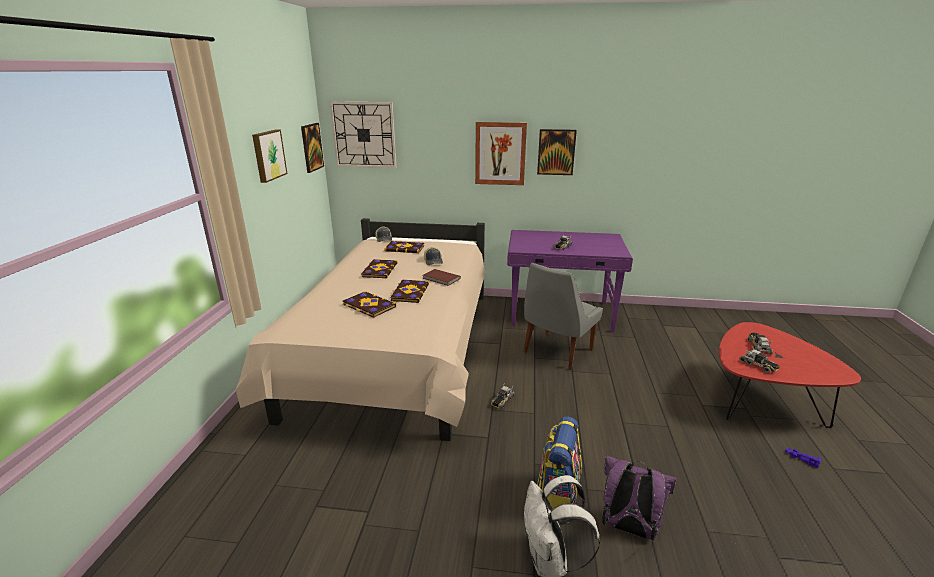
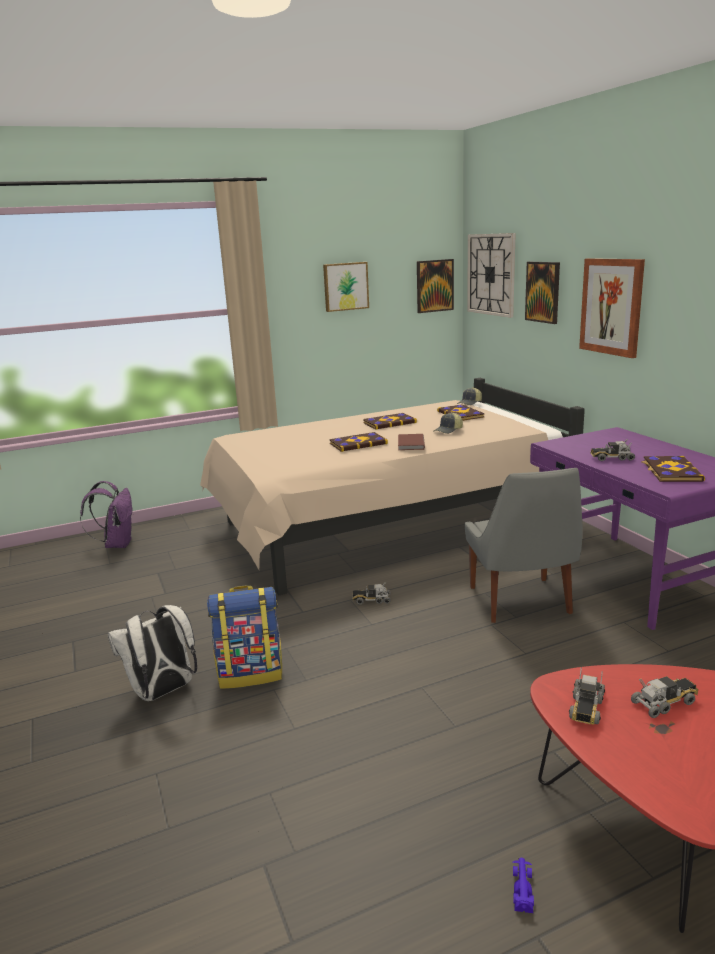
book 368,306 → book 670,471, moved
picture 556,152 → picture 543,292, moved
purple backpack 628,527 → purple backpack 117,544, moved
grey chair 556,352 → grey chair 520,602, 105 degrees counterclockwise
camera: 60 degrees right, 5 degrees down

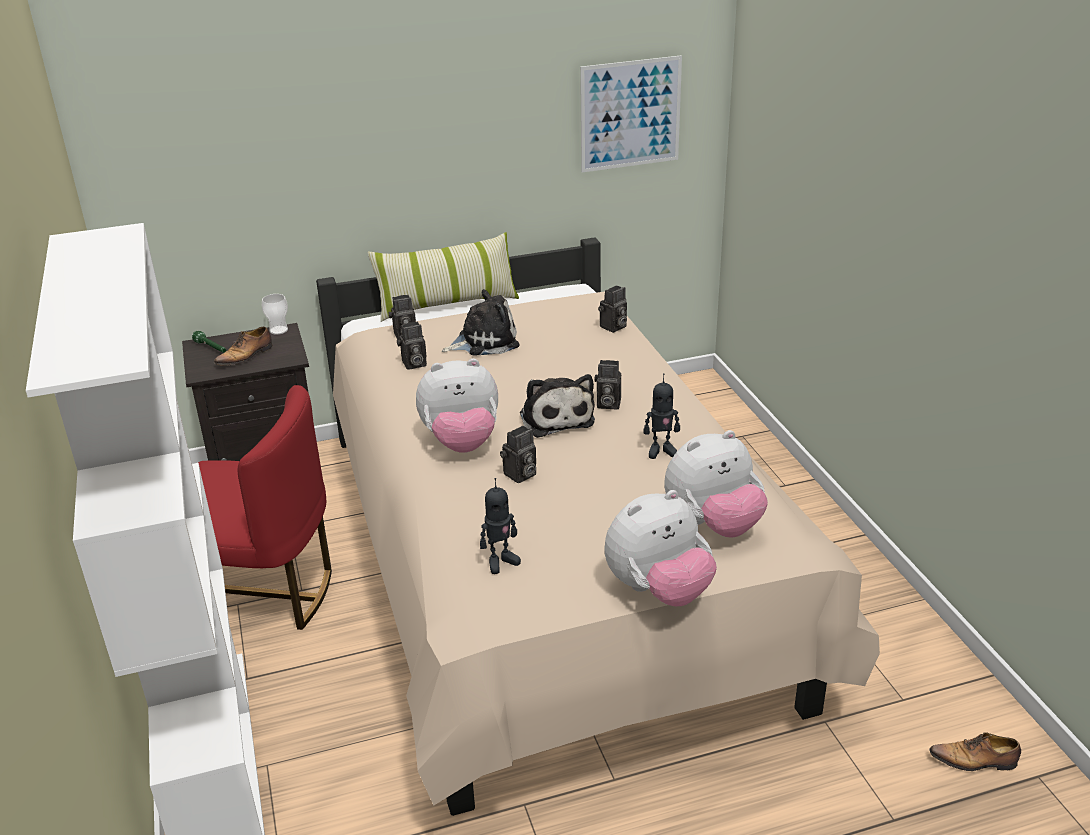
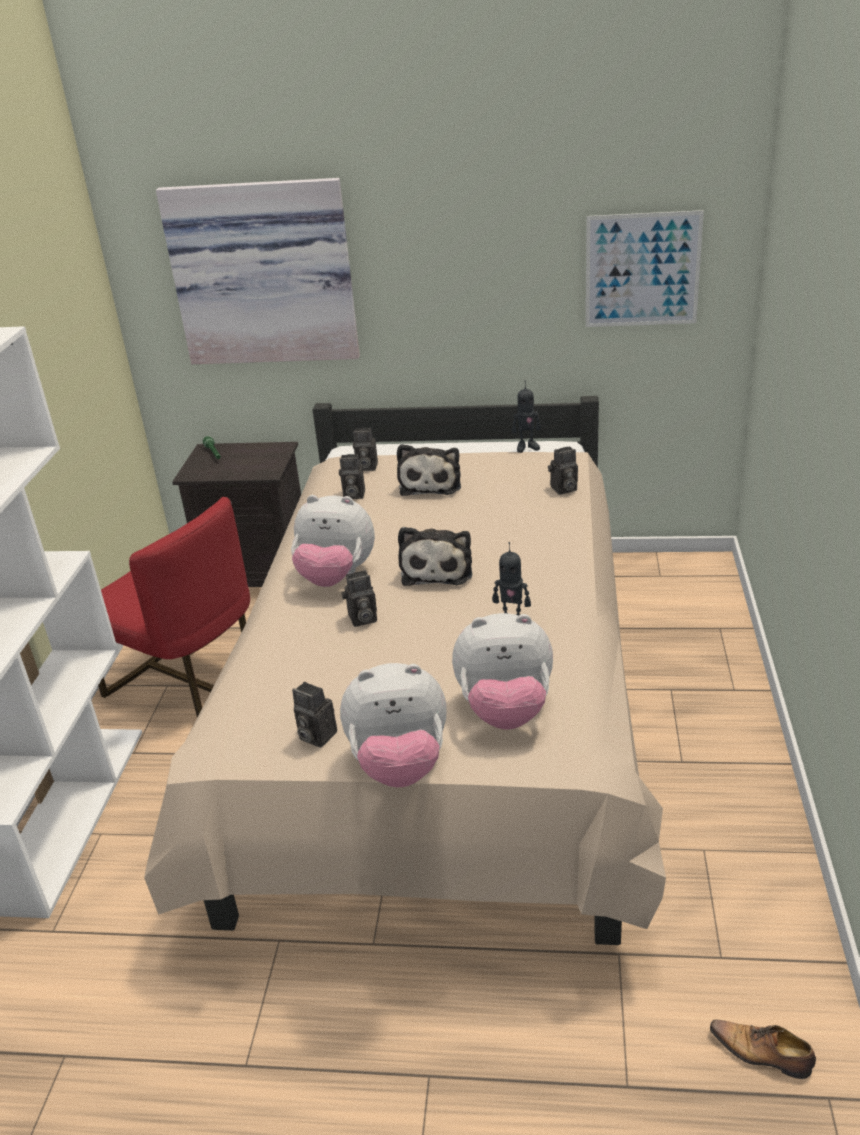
shoe 246,356 → -
cup 278,330 → -
pillow 447,303 → -
- → picture 264,272
toy robot 501,562 → toy robot 526,447, moved
photo camera 607,404 → photo camera 315,736, moved
plush toy 484,341 → plush toy 431,483, 90 degrees clockwise
camera: 25 degrees right, 0 degrees up

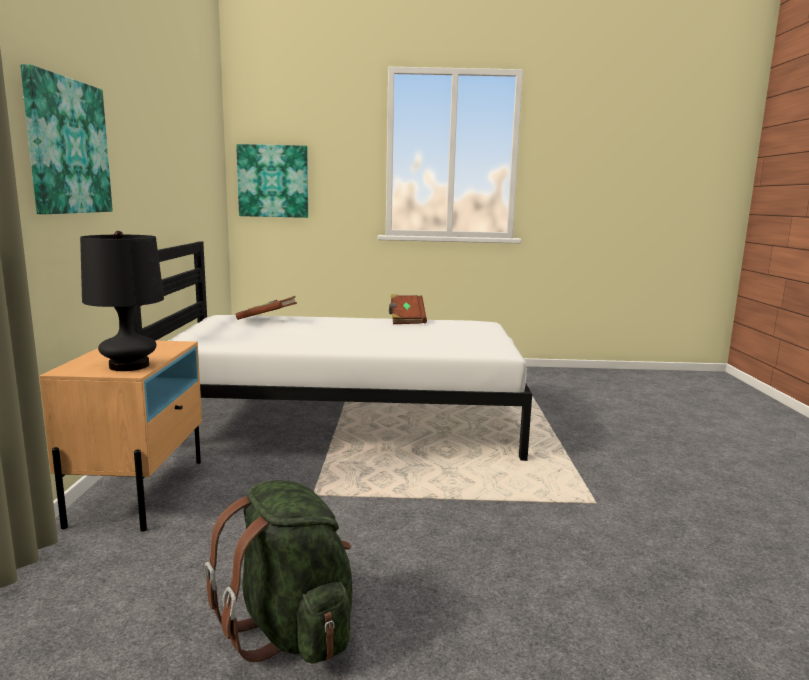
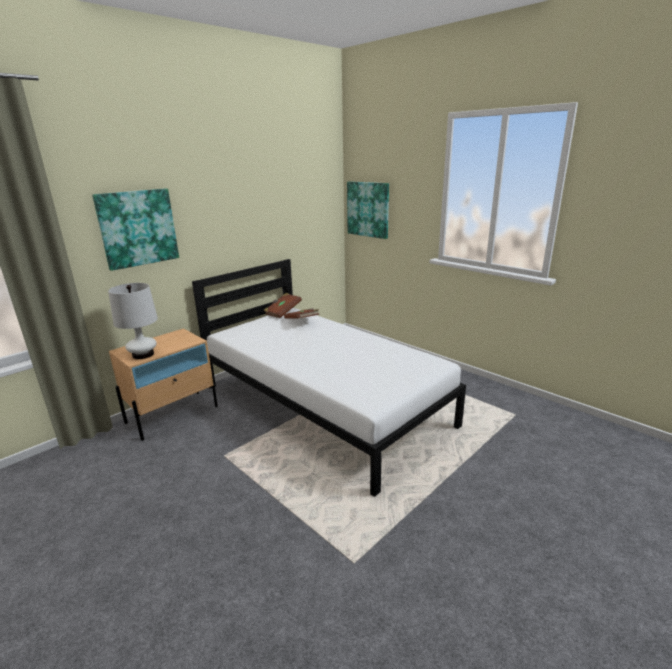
green backpack 291,629 → -
brown book 406,320 → brown book 282,312, moved
black table lamp 129,366 → white table lamp 143,354
camera: 45 degrees right, 10 degrees up

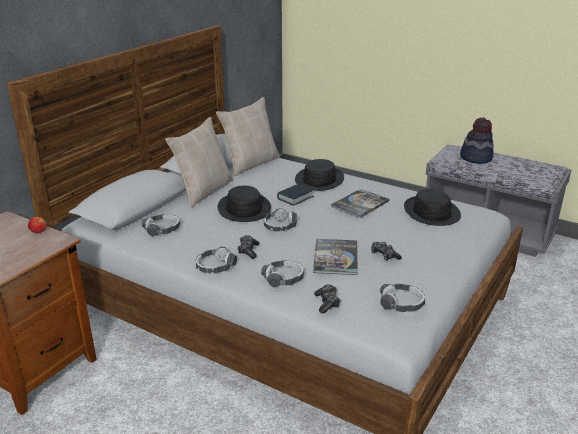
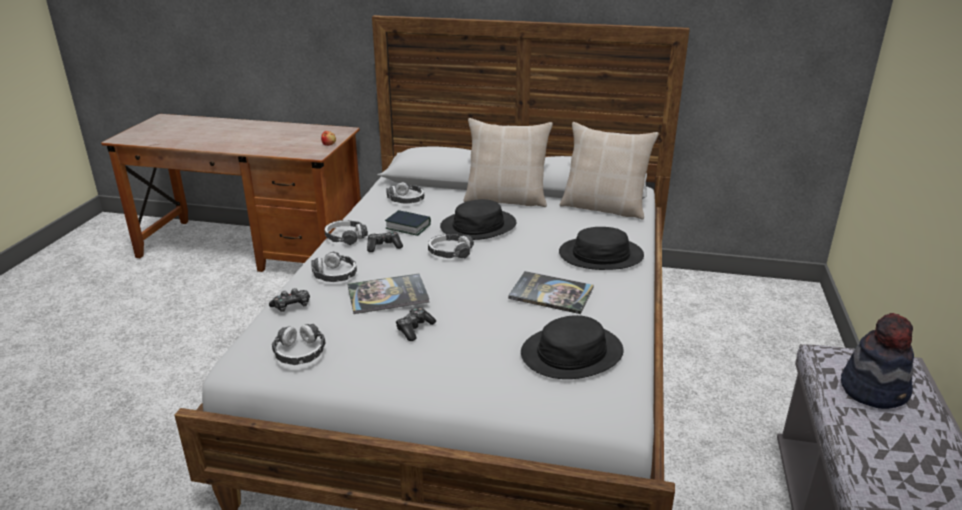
book 295,198 → book 408,227, moved
camera: 70 degrees right, 0 degrees up

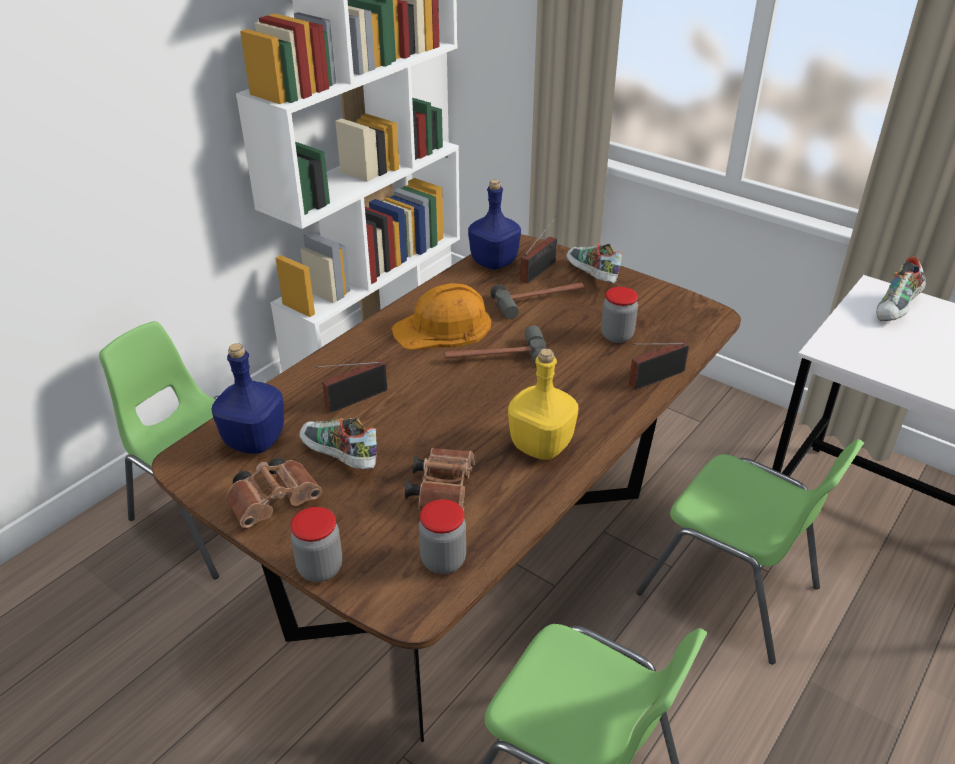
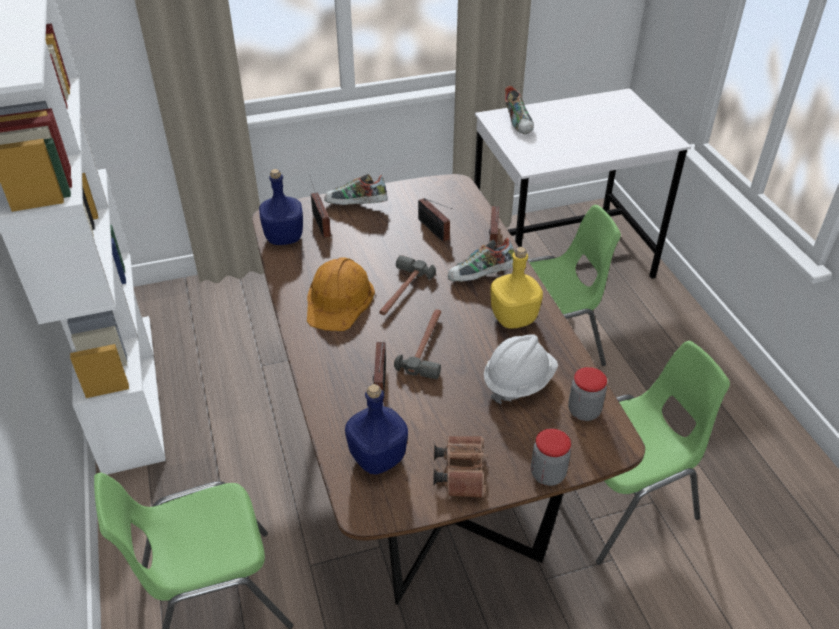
shoe 338,458 → shoe 481,277, moved
hammer 540,301 → hammer 427,346, moved
brown binoculars 443,490 → white hard hat 518,381
jar 617,336 → radio 434,230
camera: 55 degrees left, 5 degrees up

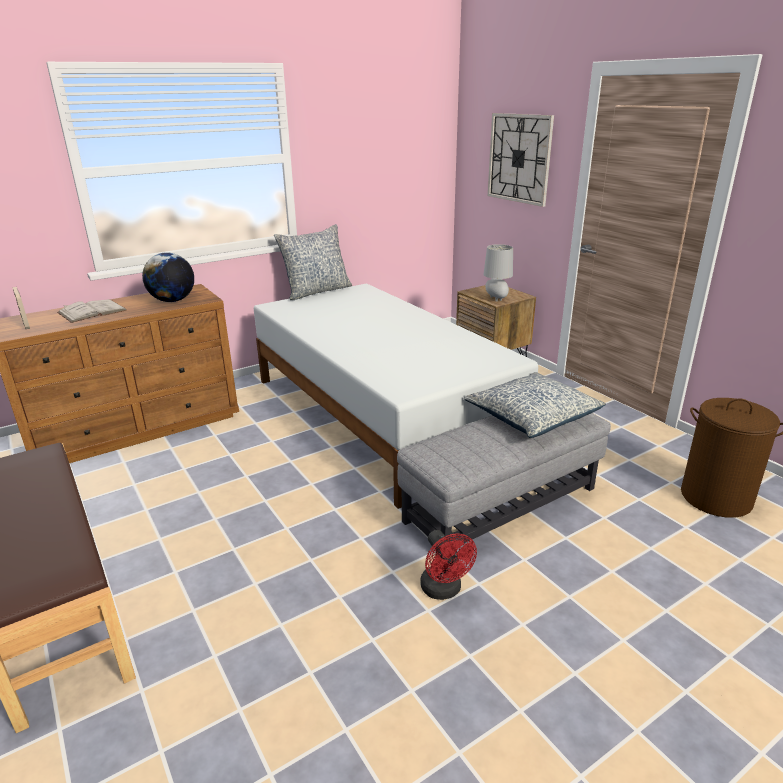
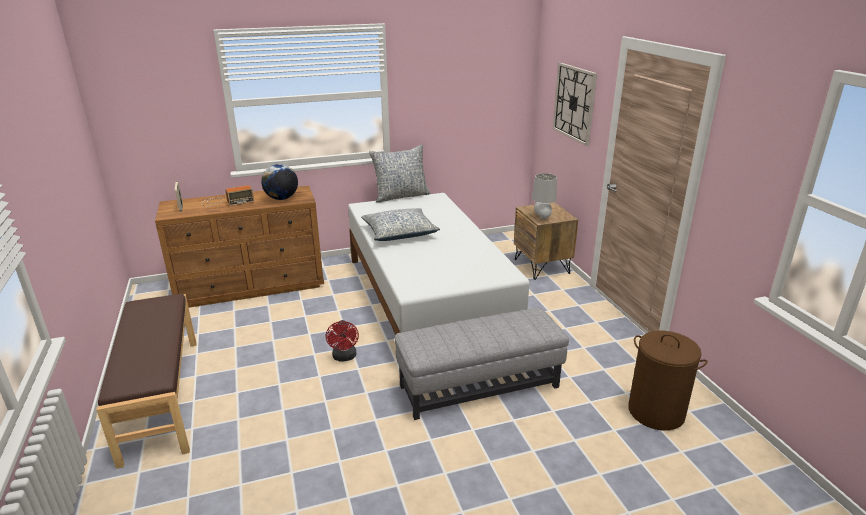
red fan 444,590 → red fan 344,357, moved
pillow 532,416 → pillow 399,233, moved
white book 92,311 → radio 226,201
camera: 15 degrees right, 0 degrees up

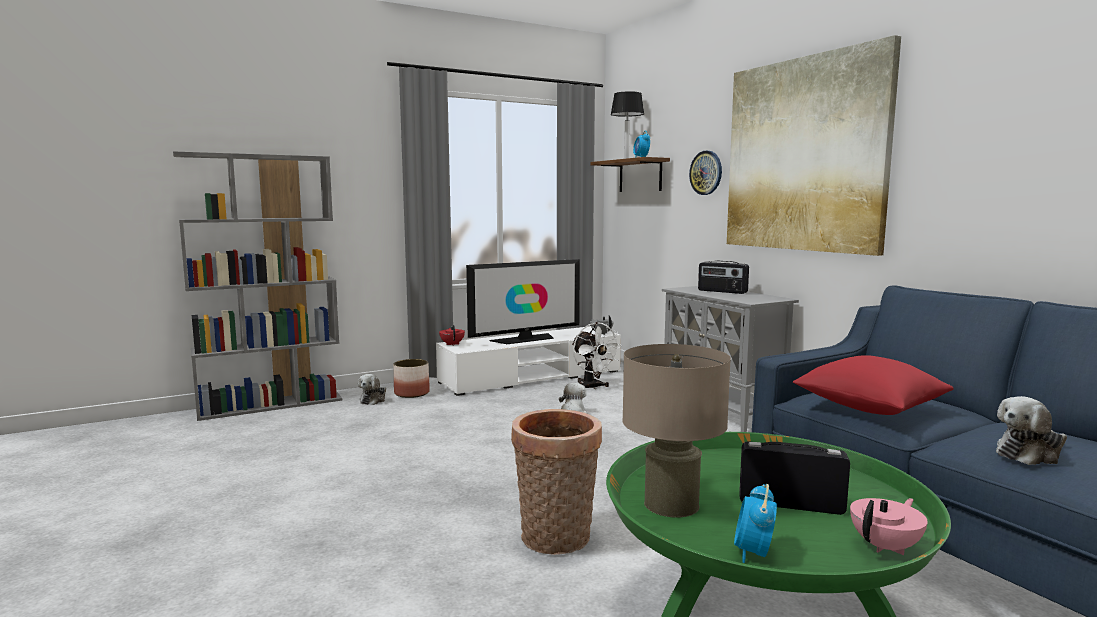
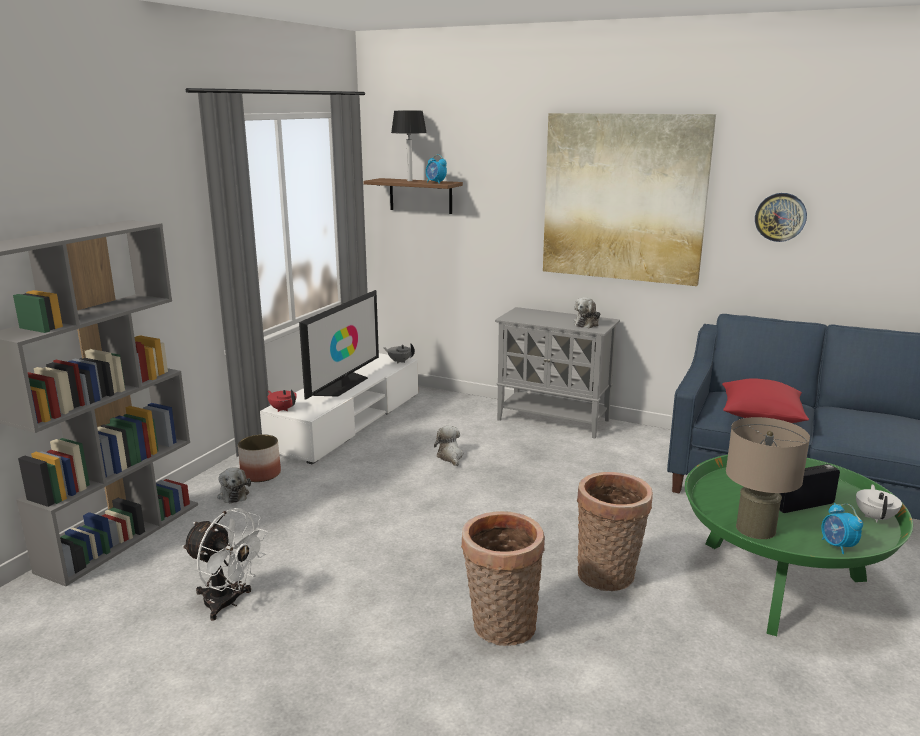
radio 722,291 → -
- → basket 501,628
white fan 592,387 → white fan 228,603, moved
wall clock 706,173 → wall clock 780,217, moved
plush toy 1030,454 → plush toy 587,323, moved
pink teapot 886,547 → white teapot 875,517
camera: 35 degrees left, 10 degrees up

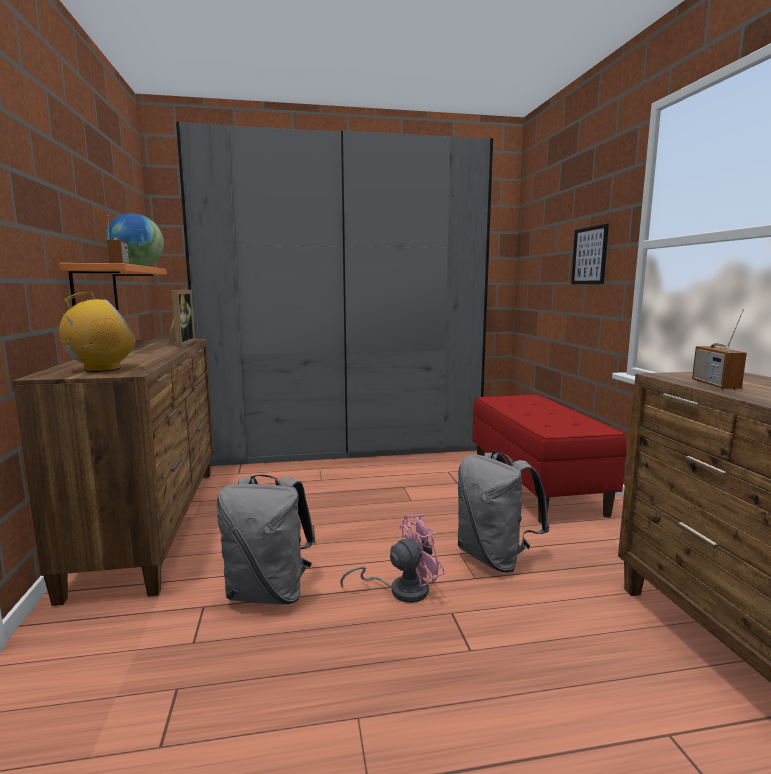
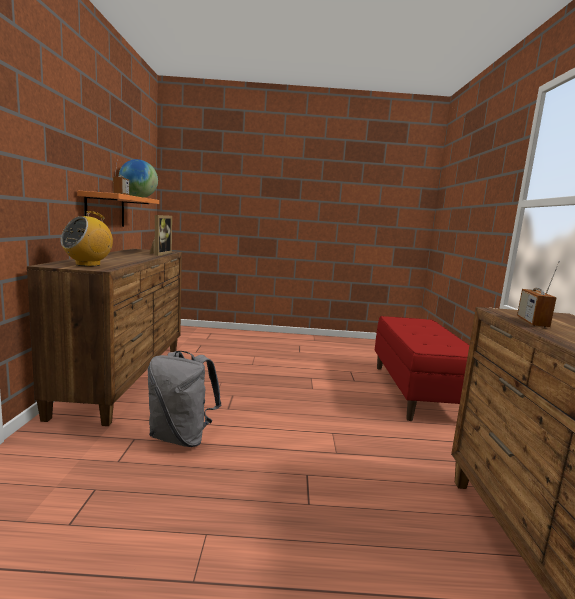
grey wardrobe 344,445 → -
pink fan 401,590 → -
grey backpack 495,558 → -
picture 589,255 → -
radio 102,369 → radio 88,265, 150 degrees clockwise
camera: 10 degrees right, 0 degrees up

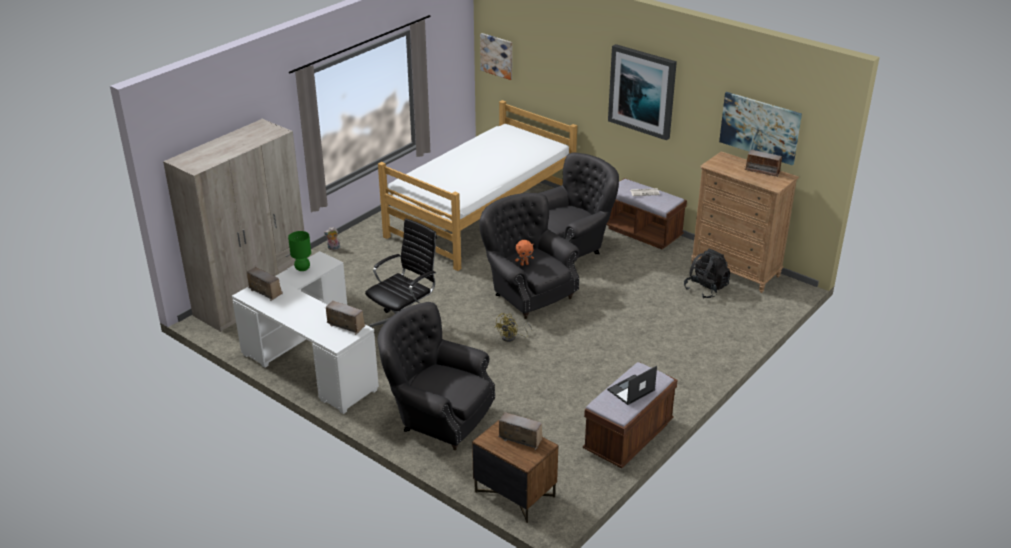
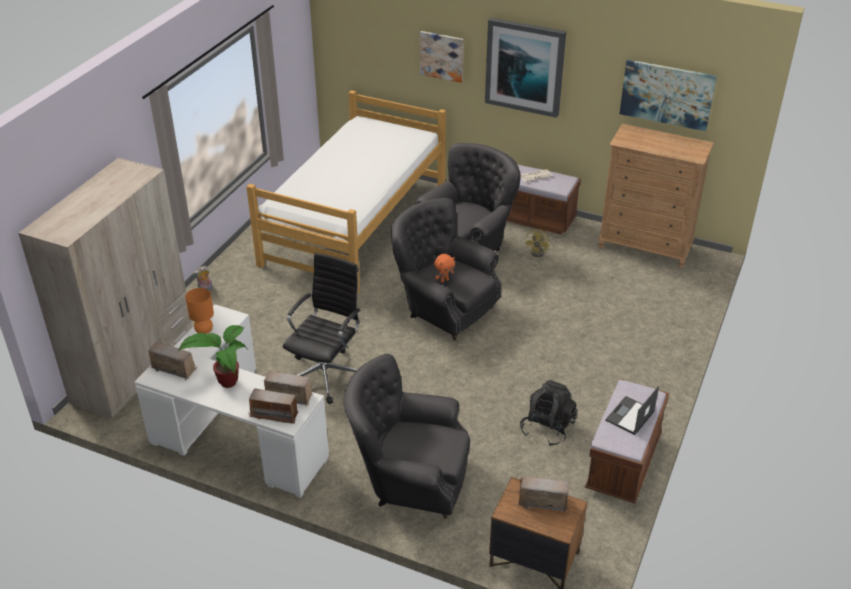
- → potted plant 225,383
picture 497,56 → picture 442,56, moved
yellow fan 512,337 → yellow fan 540,252, moved
black backpack 706,289 → black backpack 547,428, moved
radio 762,171 → radio 274,414, moved
green table lamp 302,269 → orange table lamp 204,331
camera: 15 degrees left, 5 degrees up

